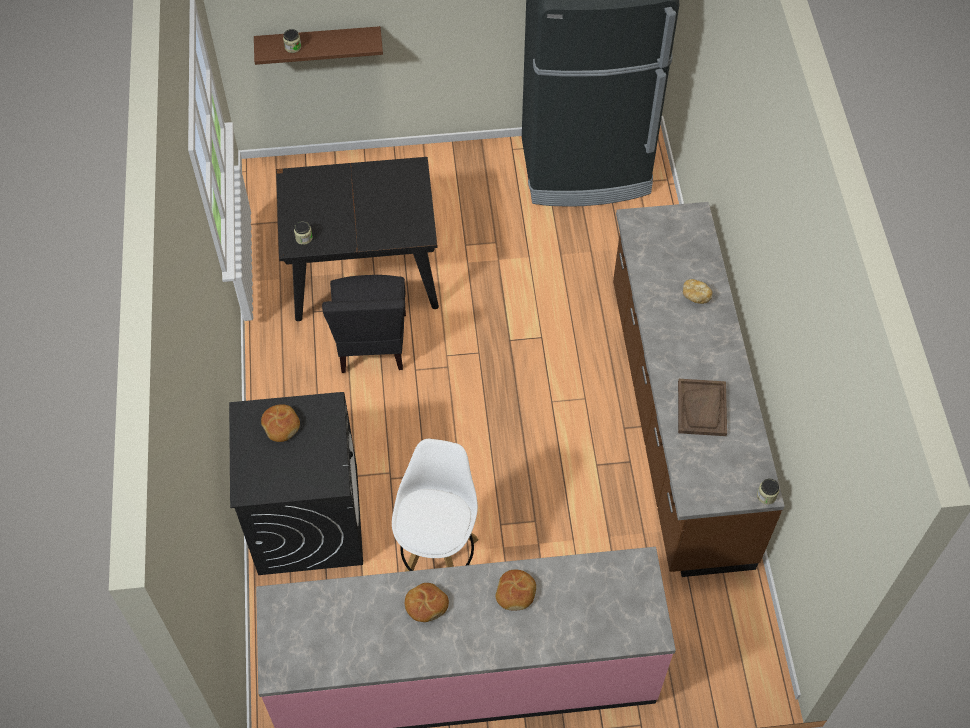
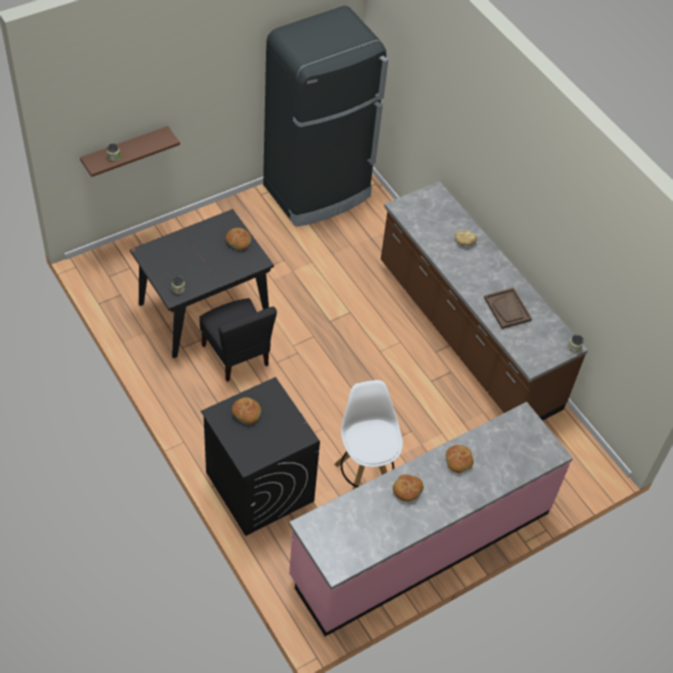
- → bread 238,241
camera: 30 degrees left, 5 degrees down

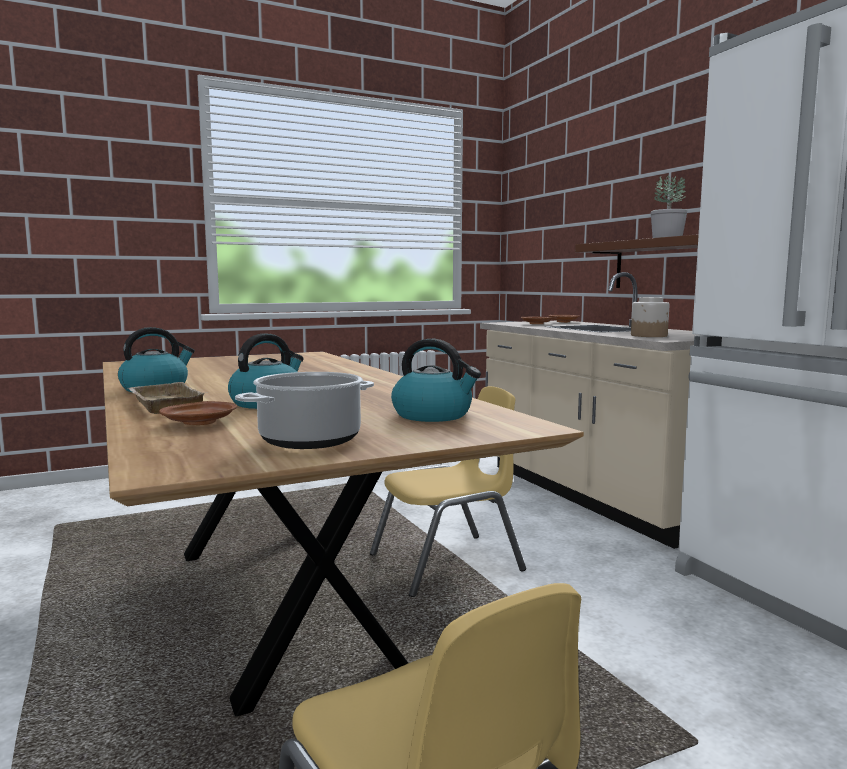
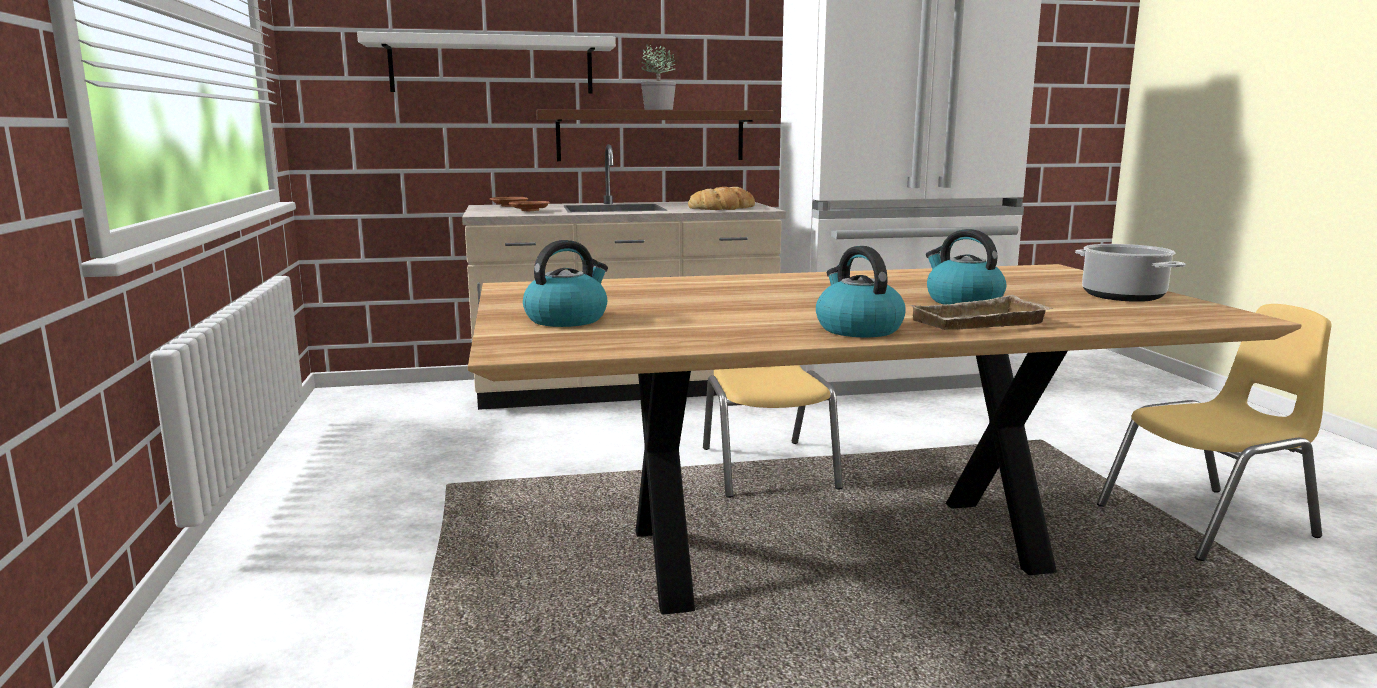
brown plate 200,423 → -
- → white shelf 492,66
kettle 433,415 → kettle 567,319, moved
jar 649,336 → bread 724,208
camera: 75 degrees left, 5 degrees up

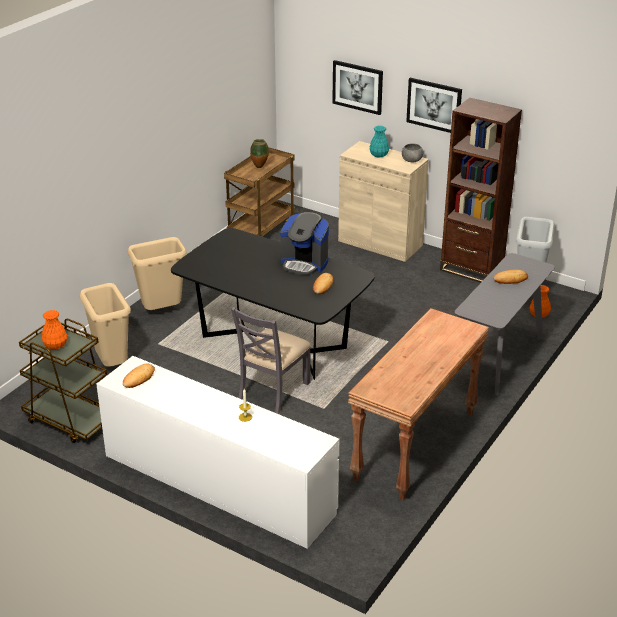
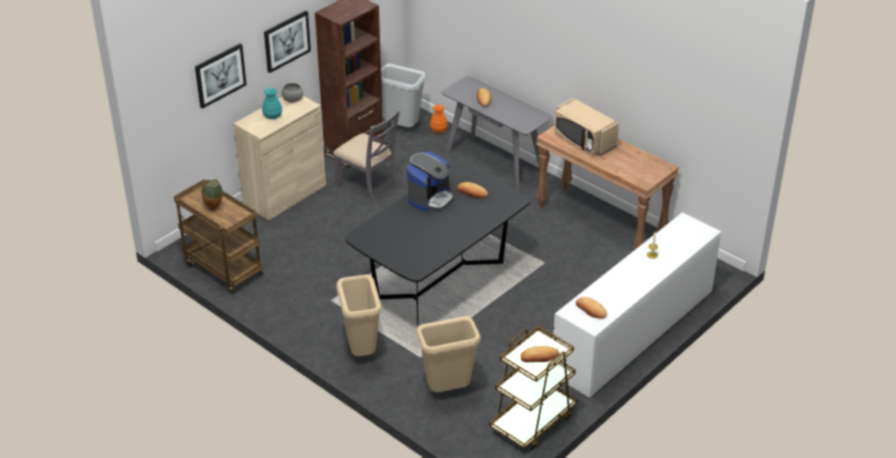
- → beige microwave 583,141
grey chair 273,390 → grey chair 368,185, moved
orange vase 55,345 → bread 539,357
camera: 80 degrees left, 5 degrees up

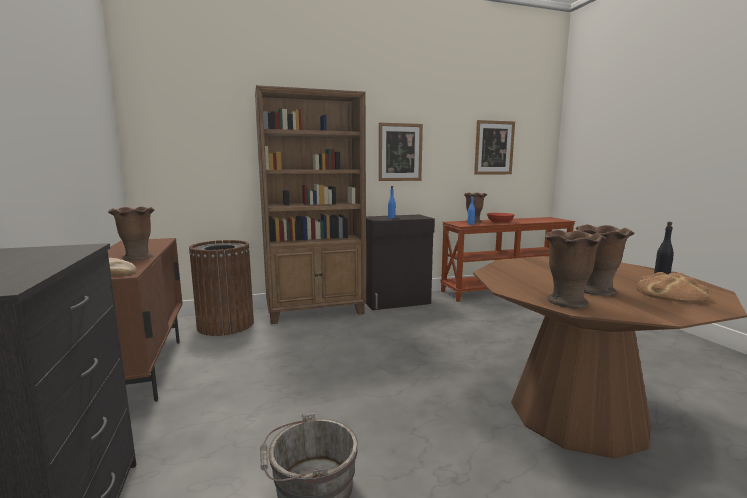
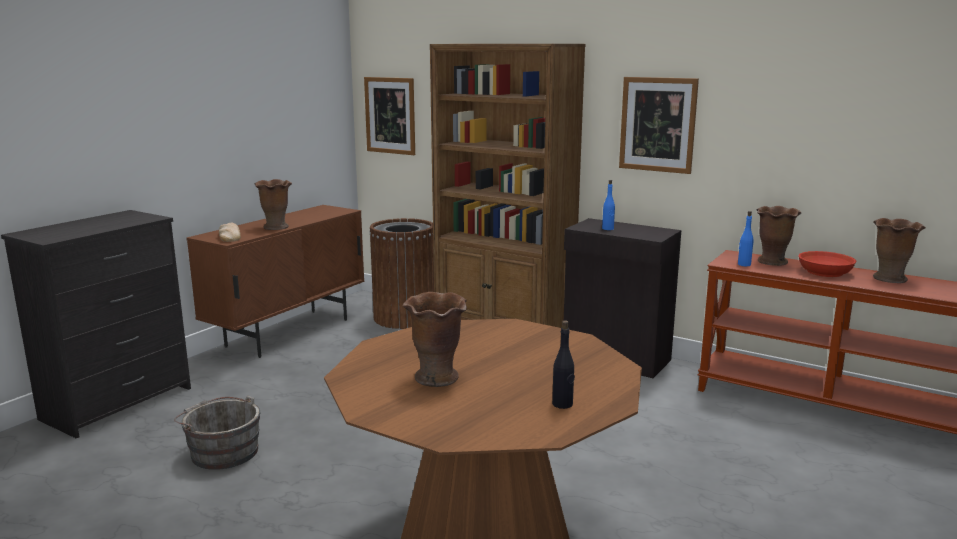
bread 670,294 → -
picture 494,148 → picture 390,115, moved
brown vase 567,302 → brown vase 890,278, moved
camera: 50 degrees right, 5 degrees up

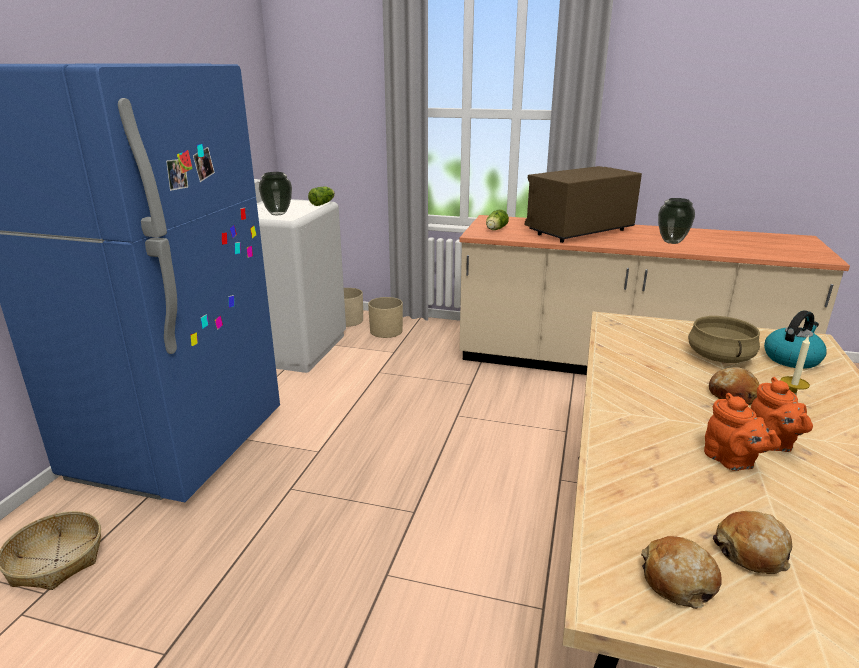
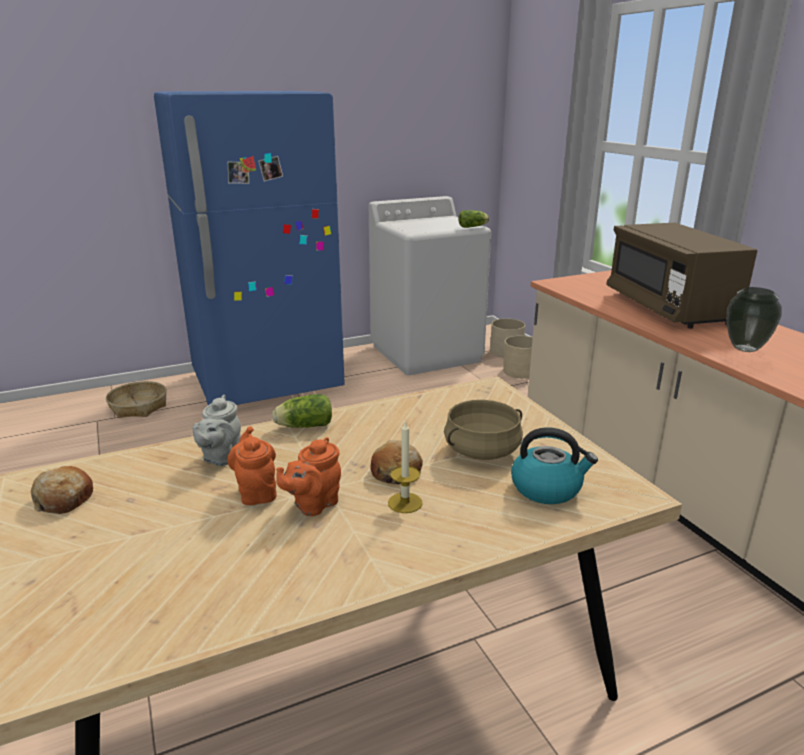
vase 277,214 → -
bread 751,551 → -
- → grey teapot 220,457
lettuce 495,230 → lettuce 303,426, moved
brown microwave 579,231 → brown microwave 668,308, 120 degrees counterclockwise
orange teapot 732,461 → orange teapot 256,492, 135 degrees clockwise
camera: 50 degrees right, 0 degrees up

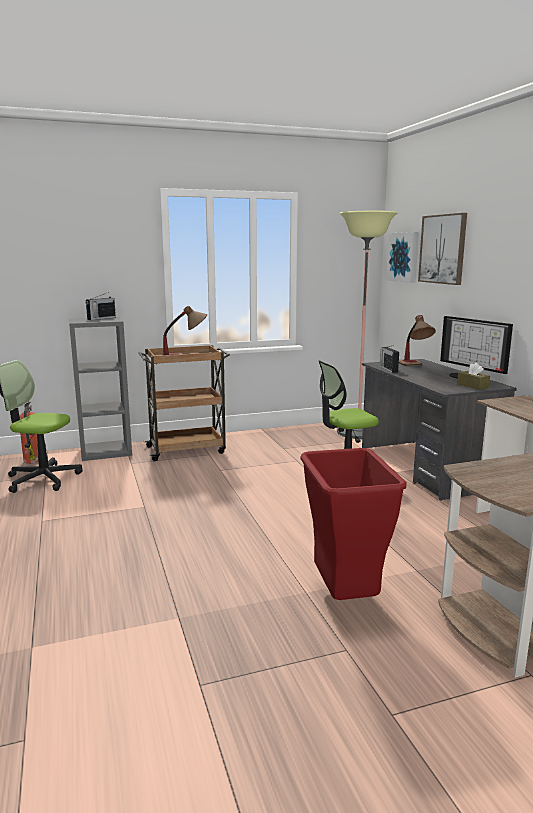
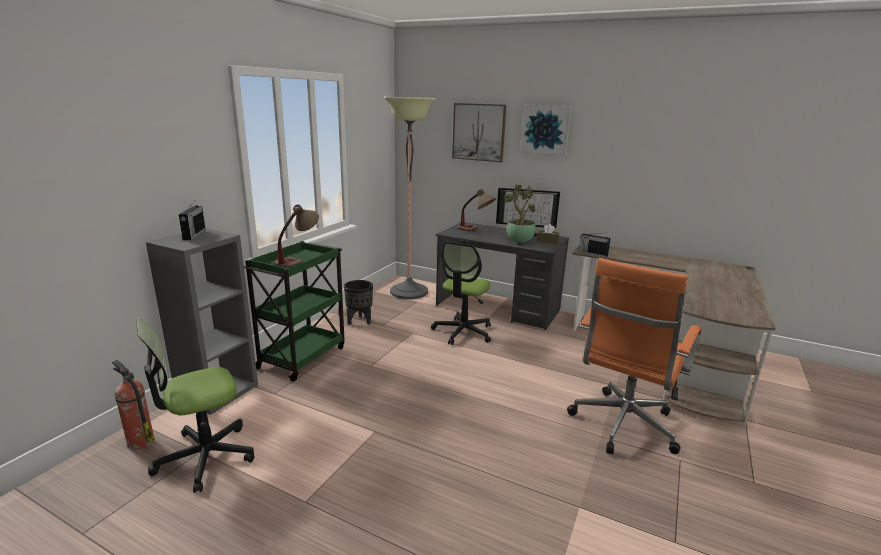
- → black planter 359,321
- → potted plant 519,242
radio 388,369 → radio 592,254, moved
picture 403,257 → picture 545,129, moved
red trash can 343,598 → orange office chair 622,427
brown cart 187,449 → green cart 303,356
camera: 45 degrees left, 5 degrees up

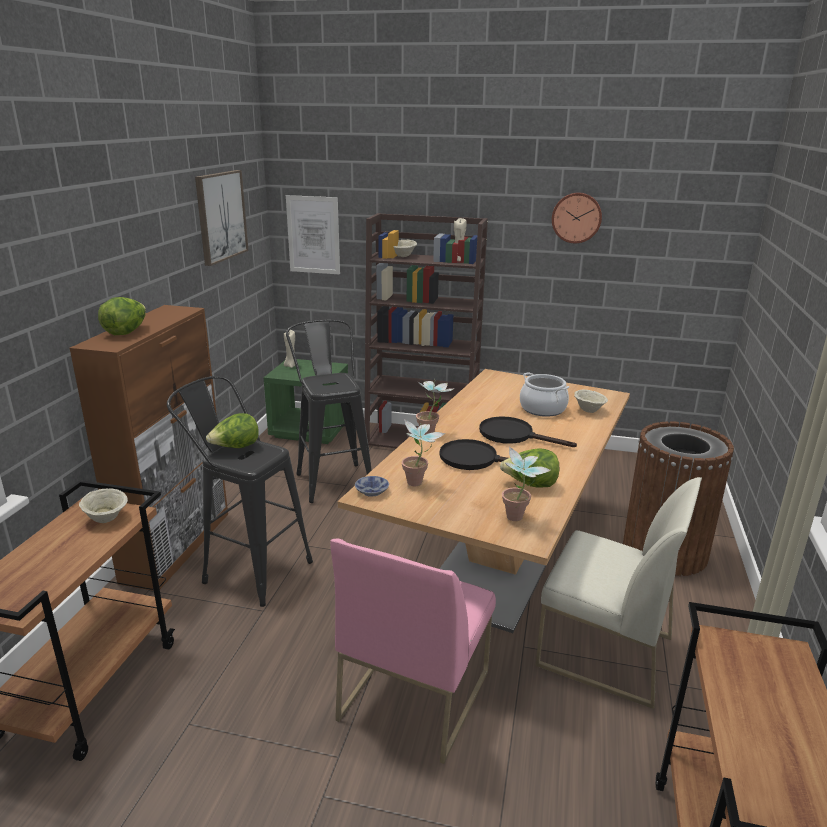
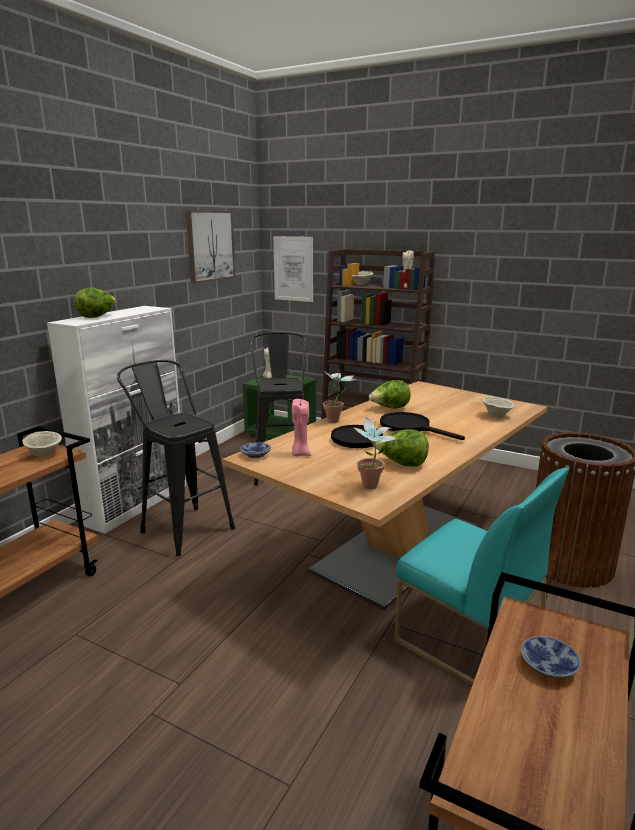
pink chair 414,693 → -
cooking pot 542,409 → -
wall clock 576,217 → -
- → bowl 549,665
lettuce 235,448 → lettuce 390,408, moved
potted plant 419,484 → pink candle 300,454
brown cabinet 178,546 → white cabinet 136,503
white chair 603,651 → turquoise chair 468,640
camera: 15 degrees right, 5 degrees down

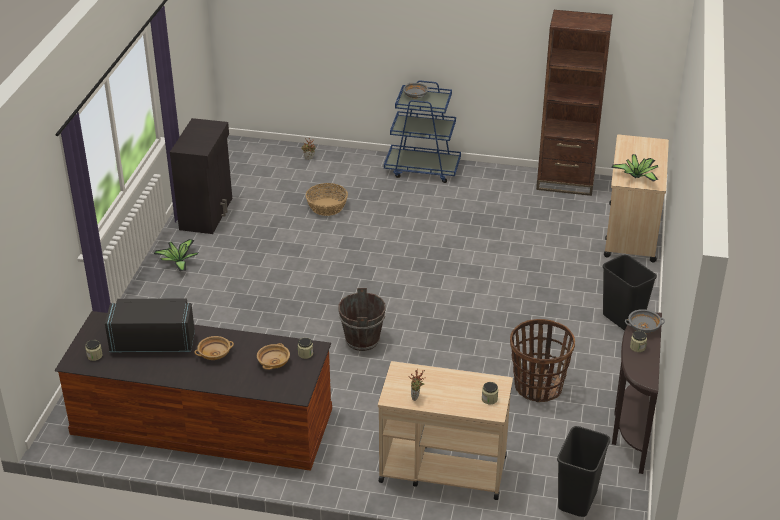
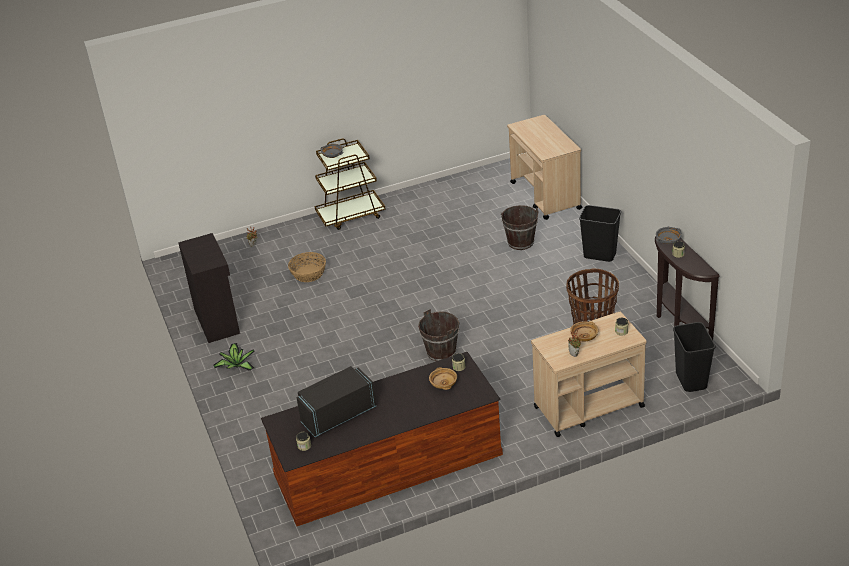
brown bookcase 565,182 → -
potted plant 637,176 → -
- → brown bucket 520,243
beige bowl 215,354 → beige bowl 584,336, moved
blue cart 422,169 → brown cart 351,215
camera: 30 degrees left, 0 degrees up

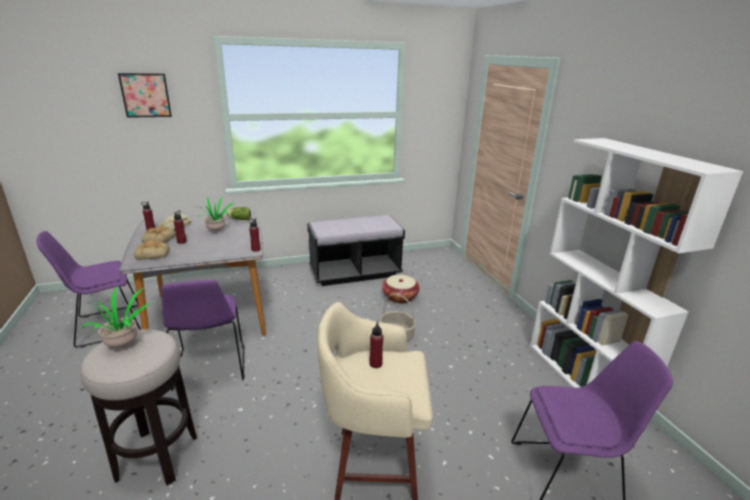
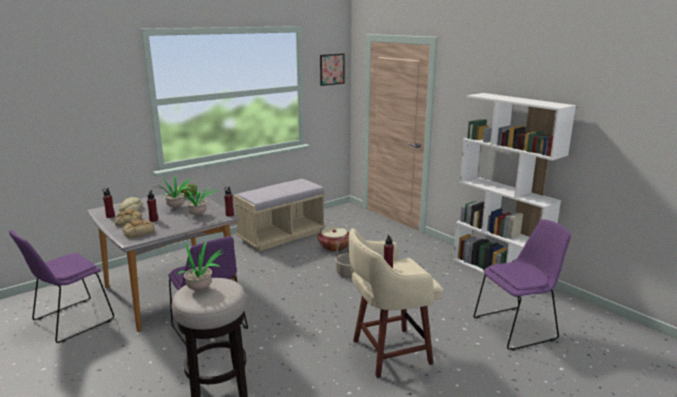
- → potted plant 198,215
picture 145,95 → picture 332,69, moved
black bench 355,273 → beige bench 282,236
camera: 20 degrees left, 5 degrees down

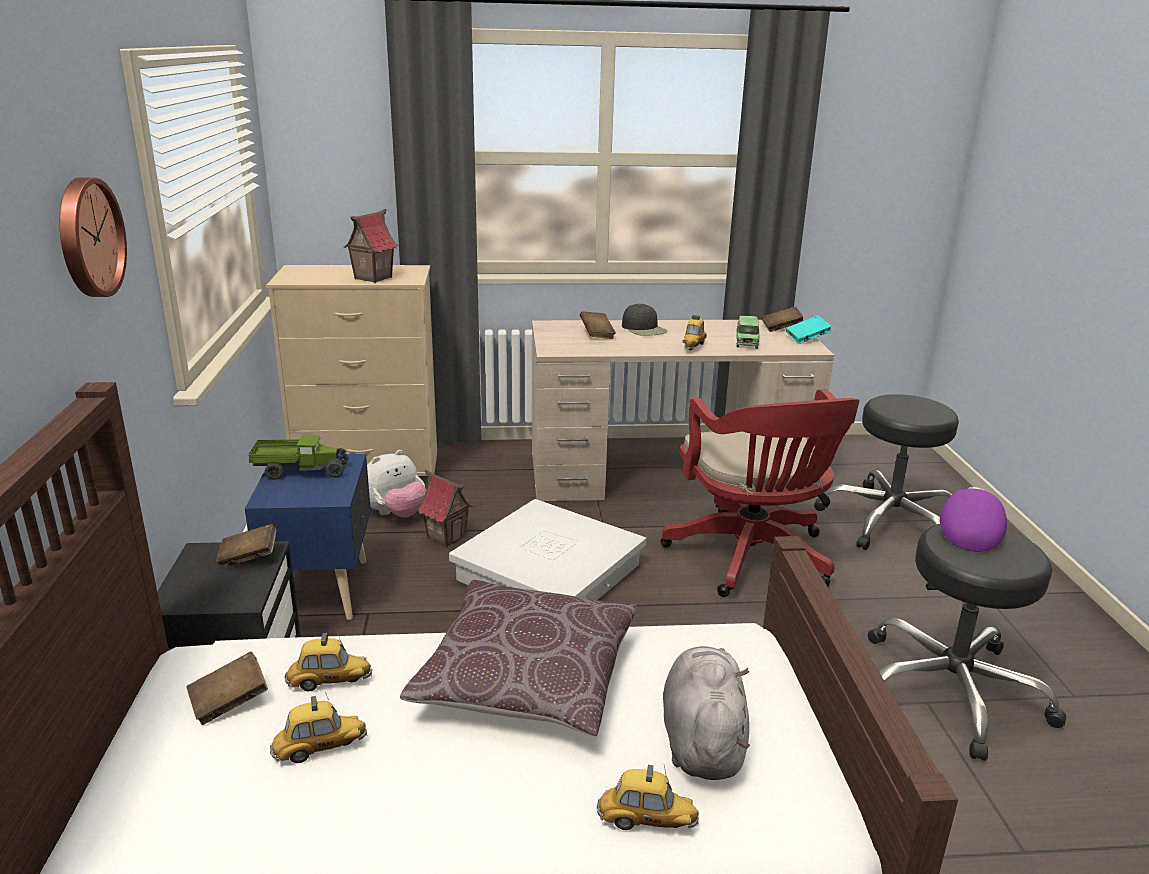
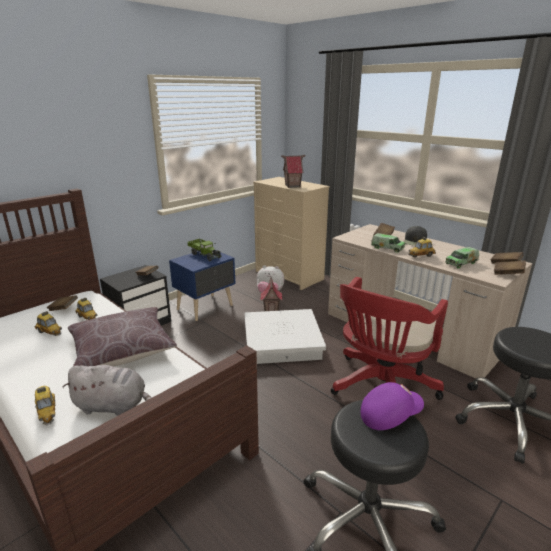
wall clock 87,238 → -
- → toy truck 387,248
turquoise book 807,339 → brown book 508,274
grey plush toy 702,739 → grey plush toy 113,406, 45 degrees clockwise
camera: 50 degrees right, 0 degrees up

